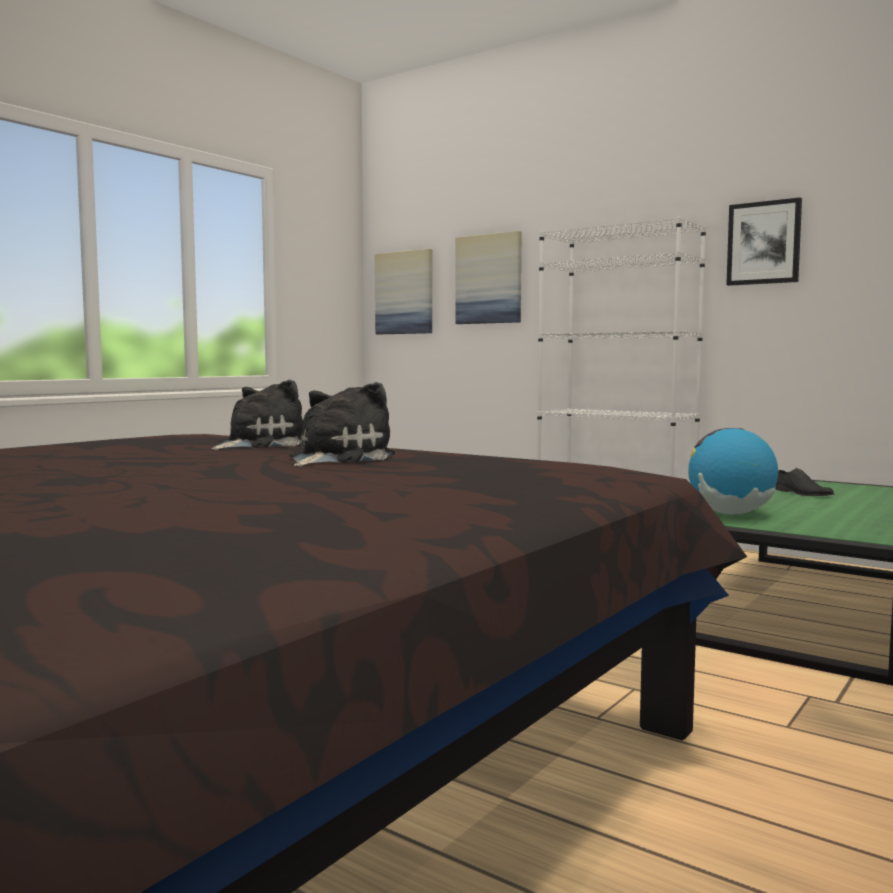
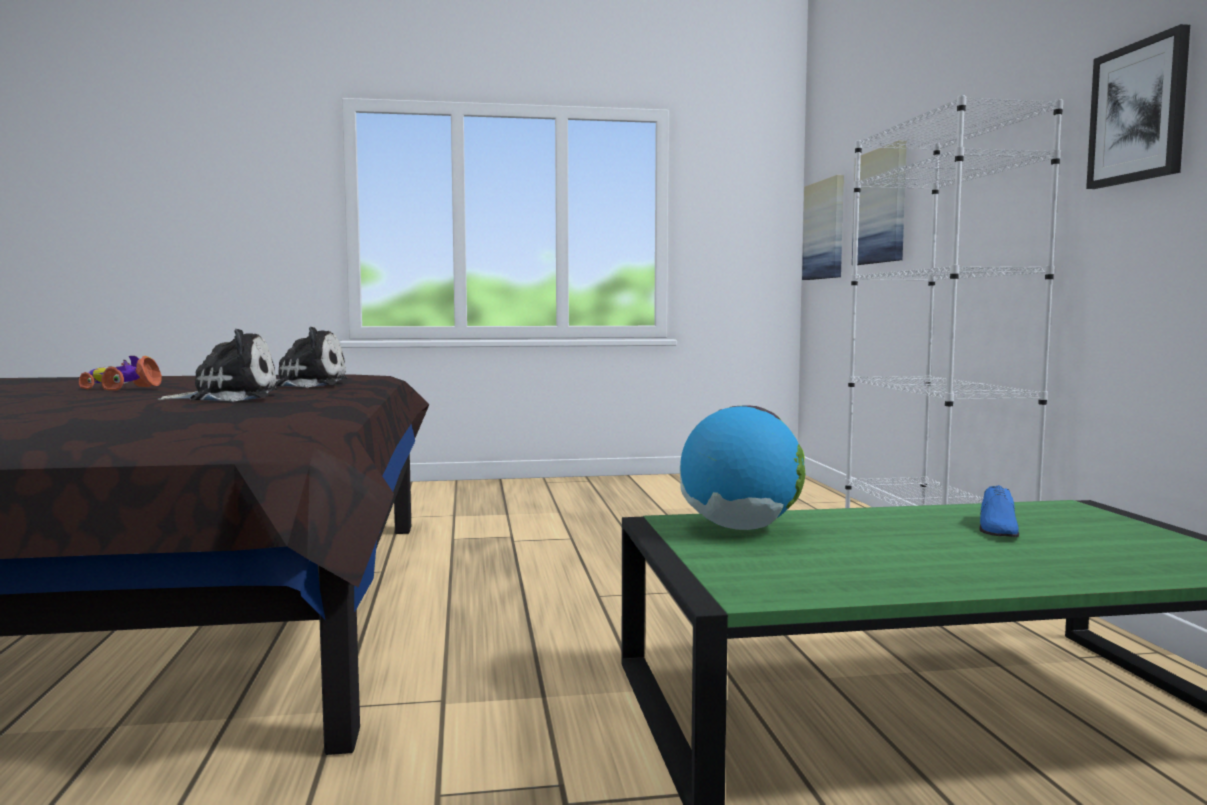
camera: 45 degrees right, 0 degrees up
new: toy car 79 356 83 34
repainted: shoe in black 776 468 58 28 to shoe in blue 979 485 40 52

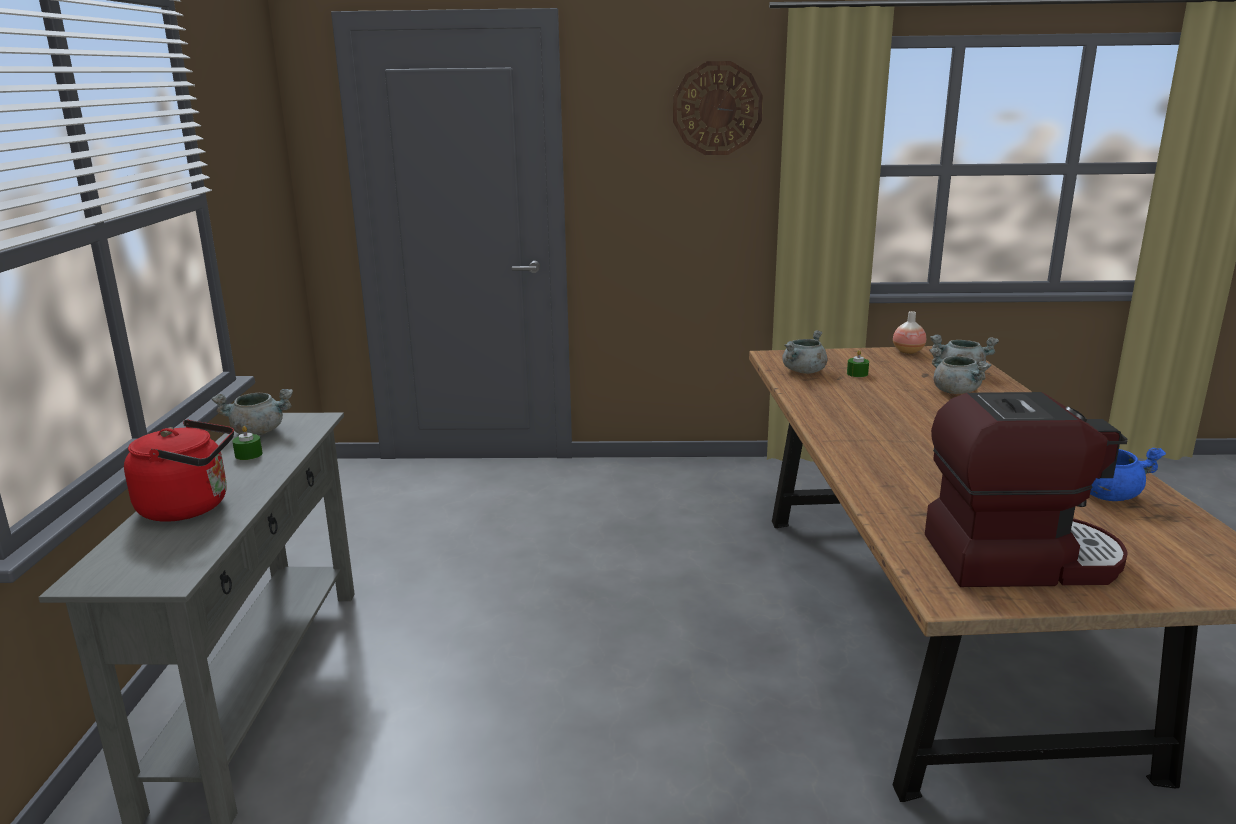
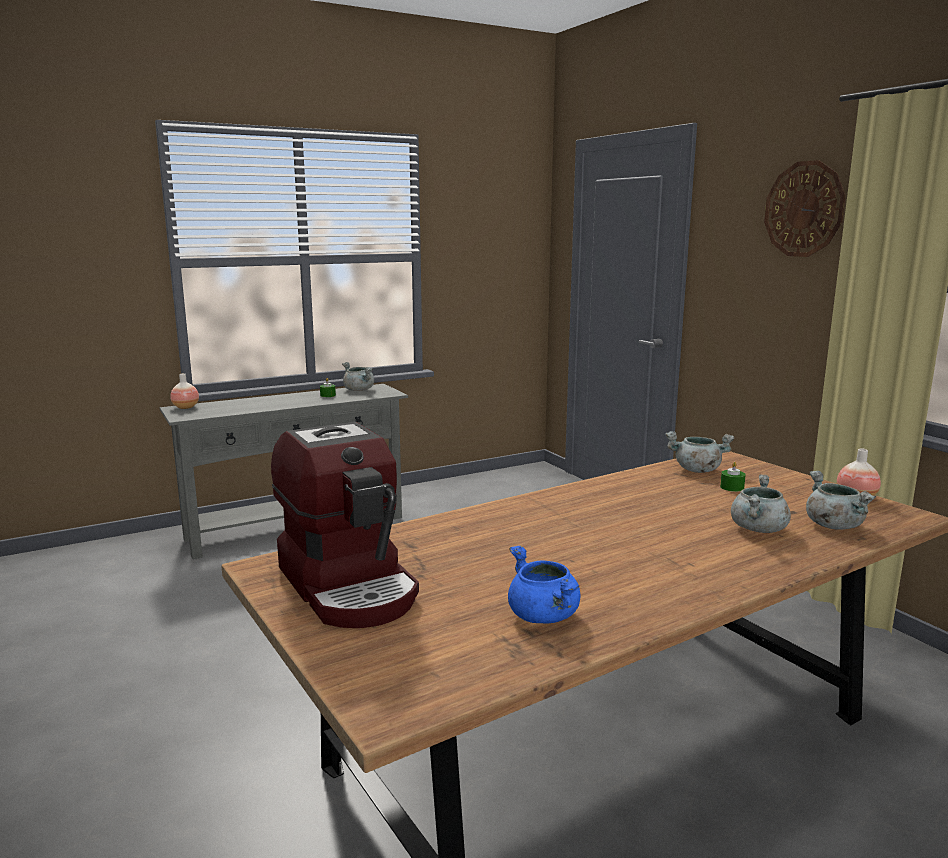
camera: 60 degrees right, 5 degrees down
gone: kettle in red 124 419 110 103
new: vase 170 373 29 36

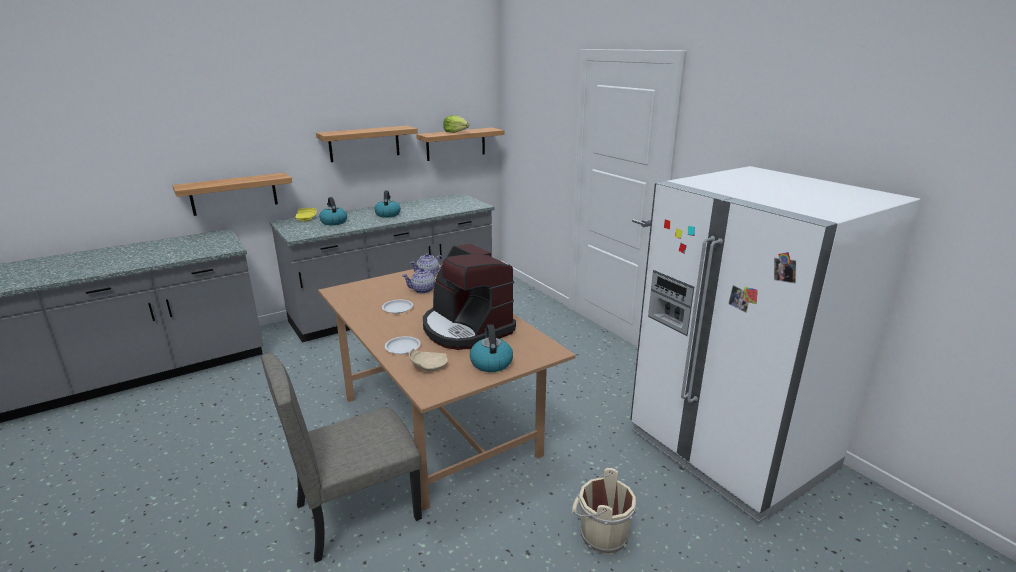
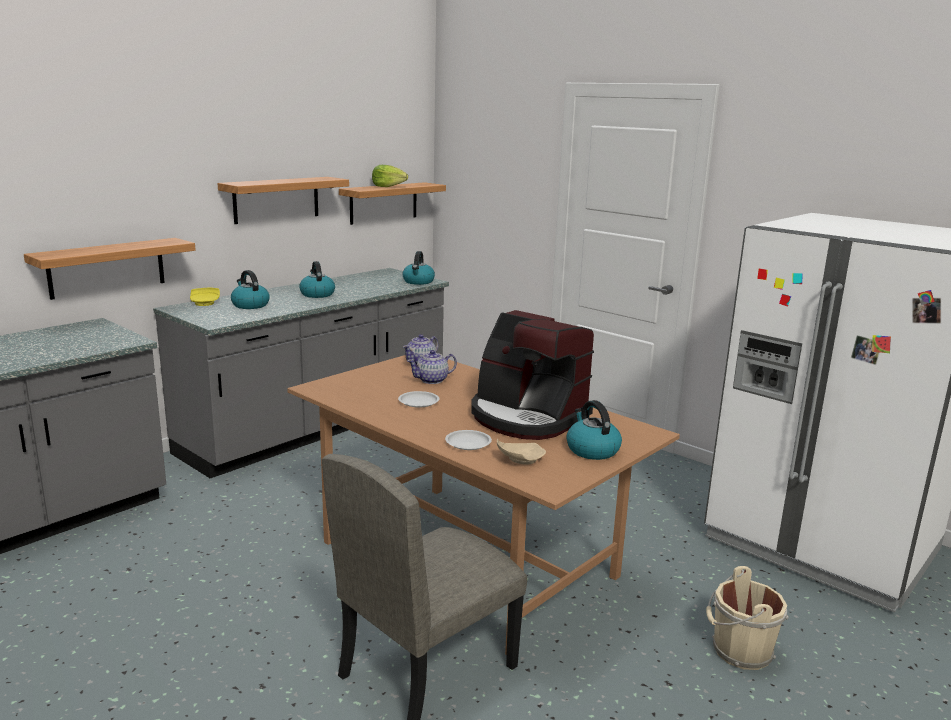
camera: 15 degrees left, 5 degrees down
new: kettle 402 251 33 34

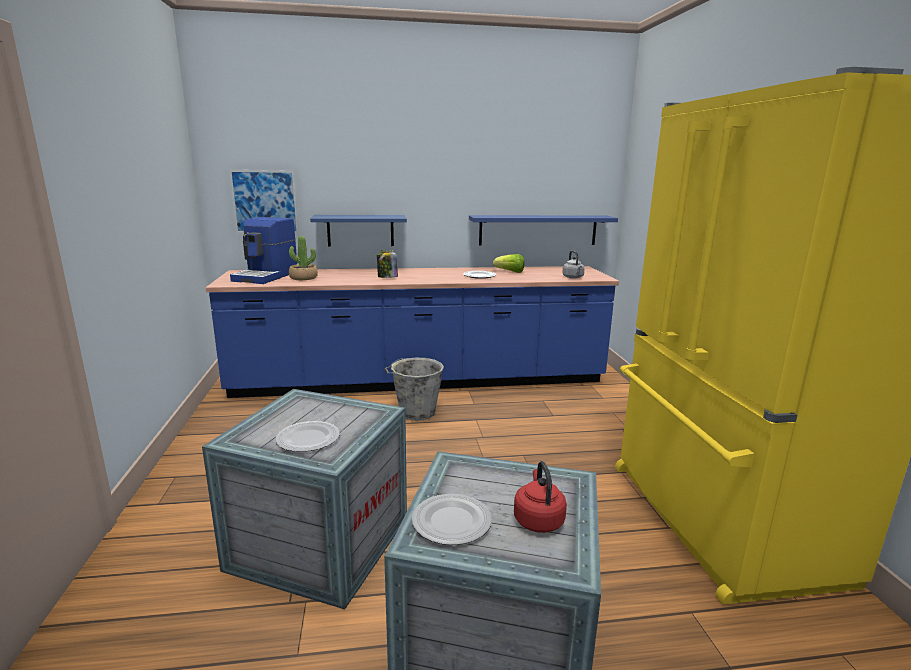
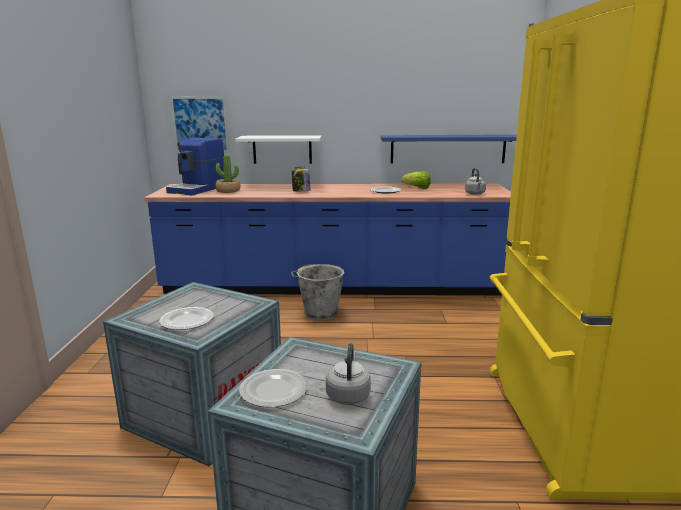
camera: 10 degrees right, 0 degrees up
repainted: shelf in blue 310 215 97 31 to shelf in white 235 135 87 29; kettle in red 514 461 53 72 to kettle in grey 326 343 45 62

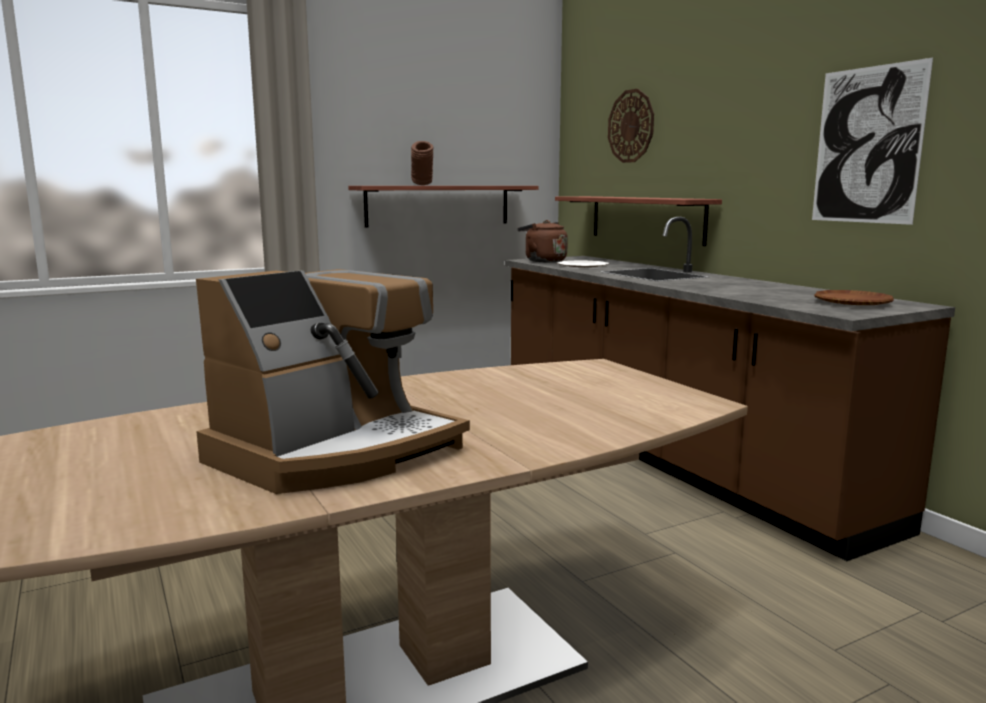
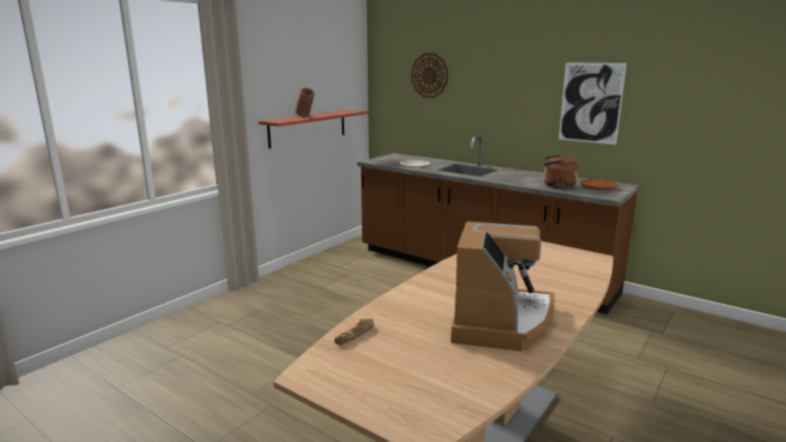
camera: 25 degrees left, 5 degrees up
gone: shelf 555 196 167 50
new: bread 334 319 40 26
shifted: kettle in brown 518 220 50 42 to 543 155 35 34

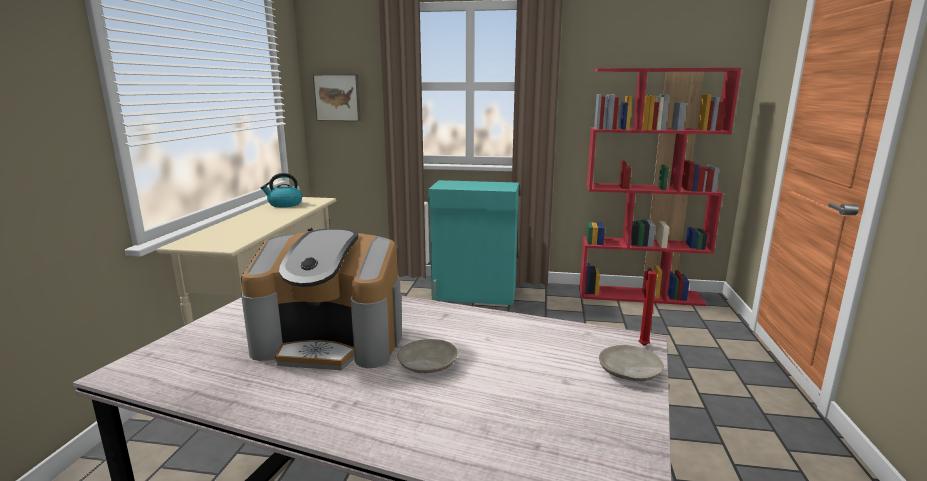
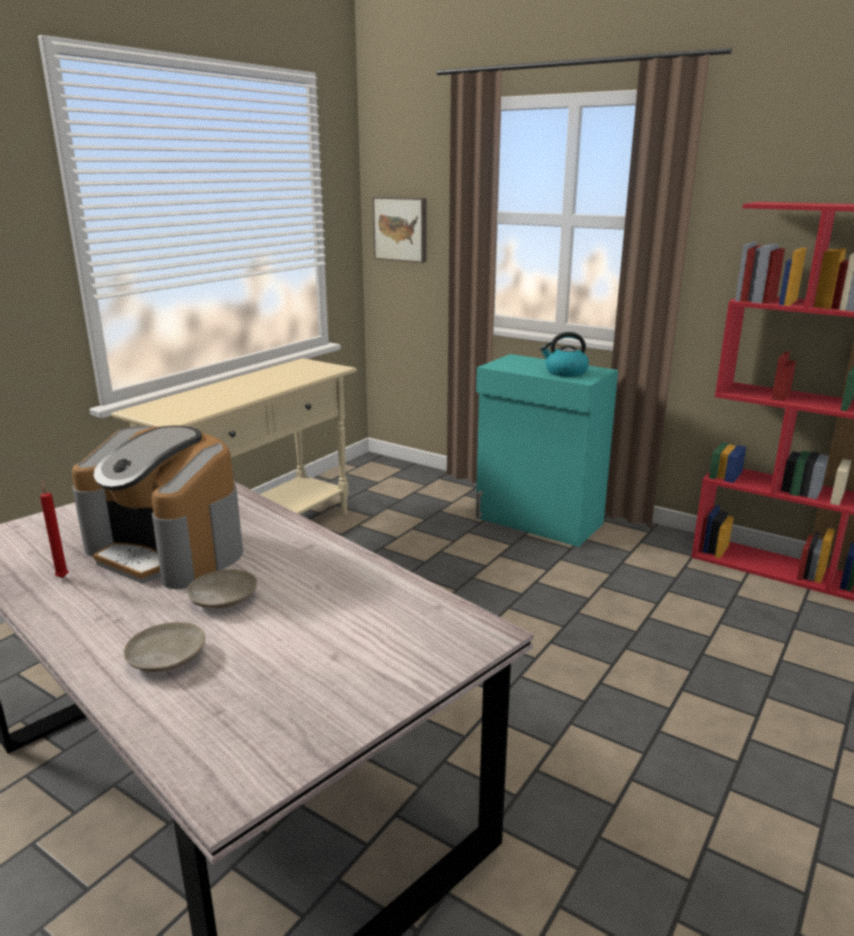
camera: 25 degrees right, 5 degrees up
shifted: kettle 261 173 41 34 to 540 332 49 45; plate in beige 599 345 65 36 to 124 622 81 50; candle in red 639 262 18 84 to 40 481 29 97

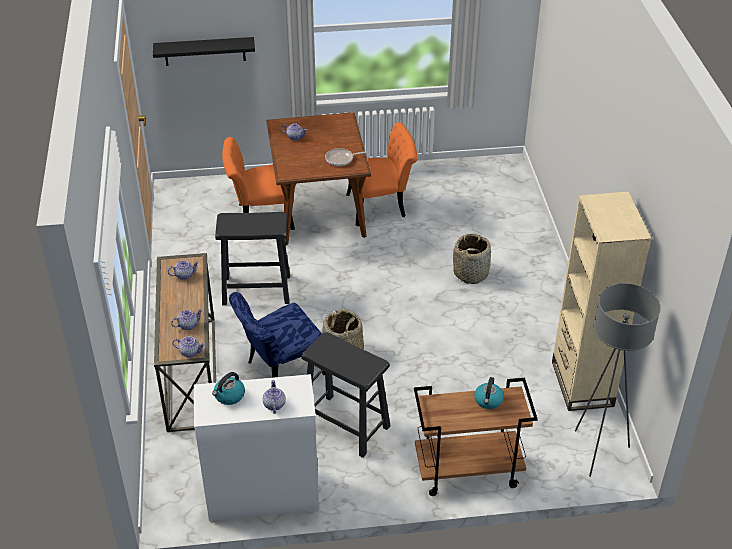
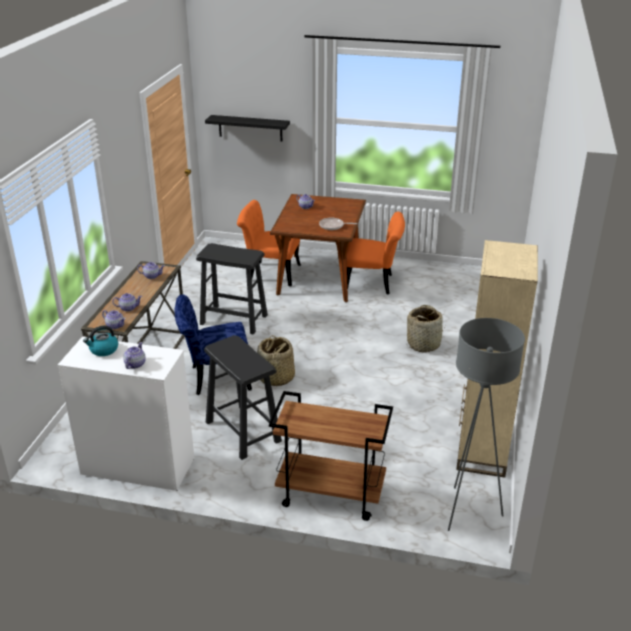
camera: 20 degrees right, 10 degrees down
gone: kettle 474 377 30 32

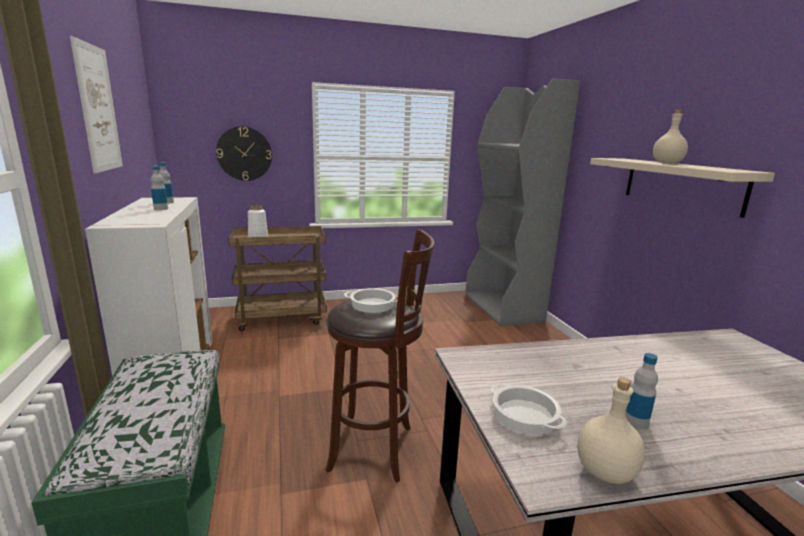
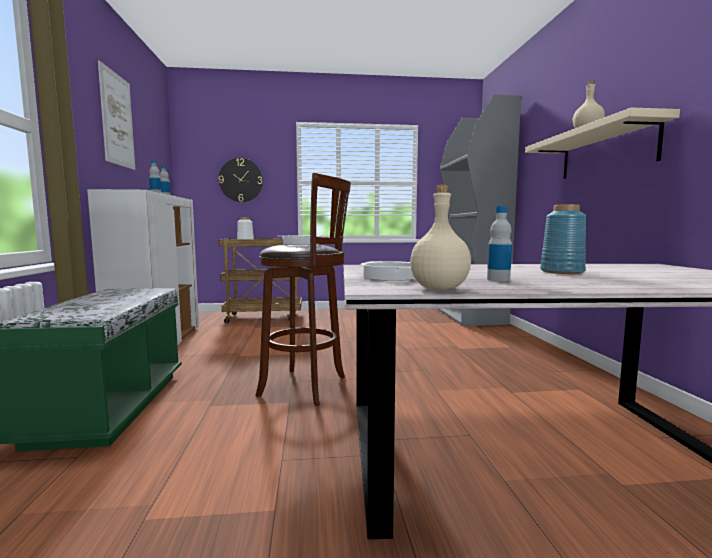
camera: 10 degrees right, 10 degrees down
new: vase in blue 540 204 46 70

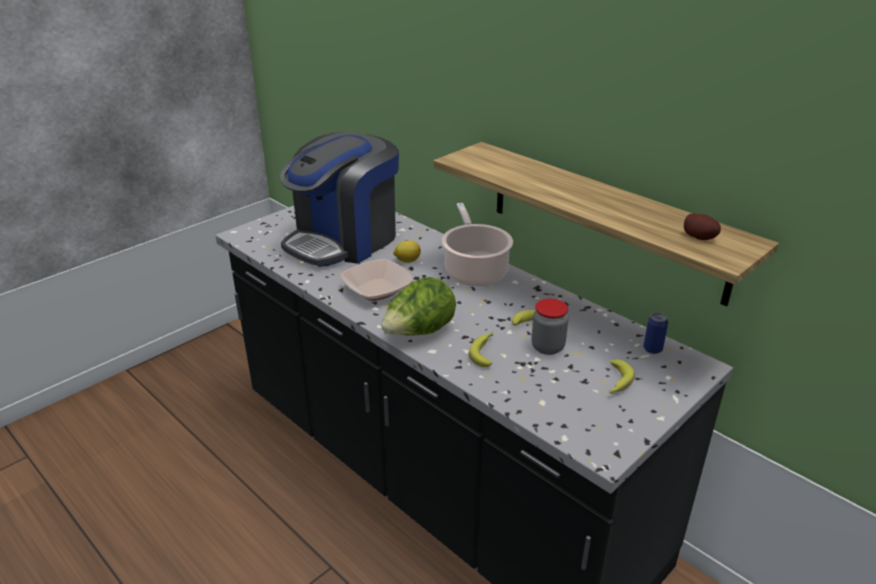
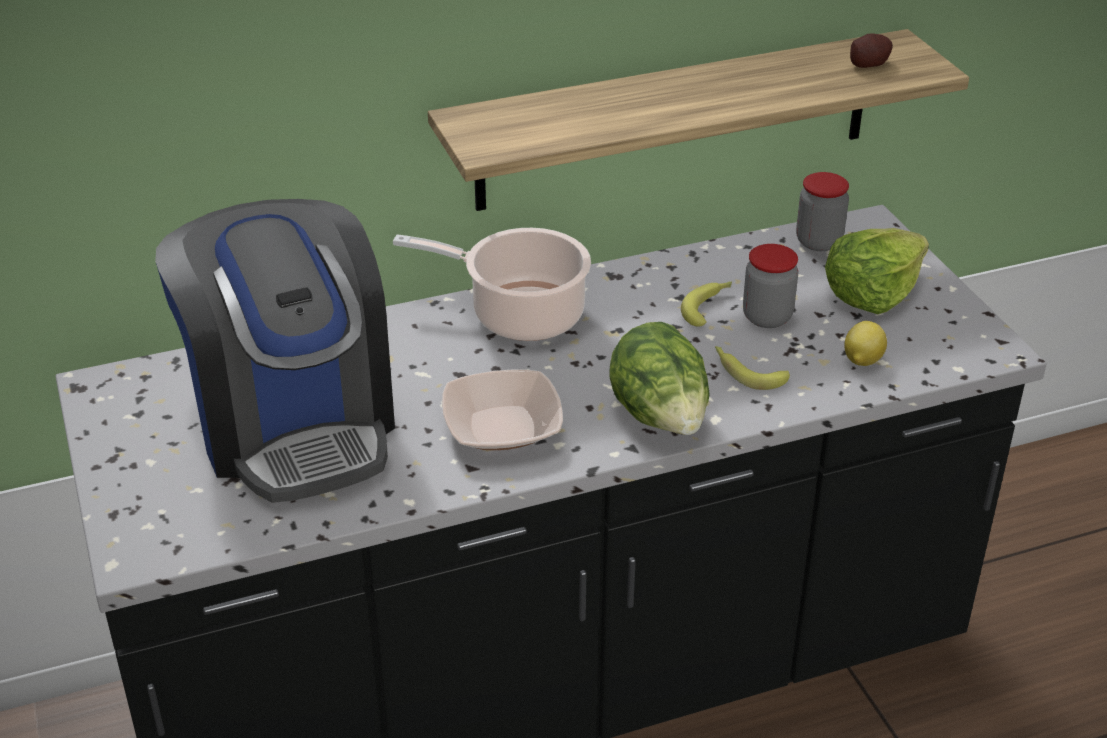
camera: 65 degrees left, 5 degrees up
shifted: lemon 393 240 28 23 to 844 321 43 45
swapped: banana 609 359 26 35 to lettuce 825 228 104 86; can 643 312 25 42 to jar 796 172 53 79

